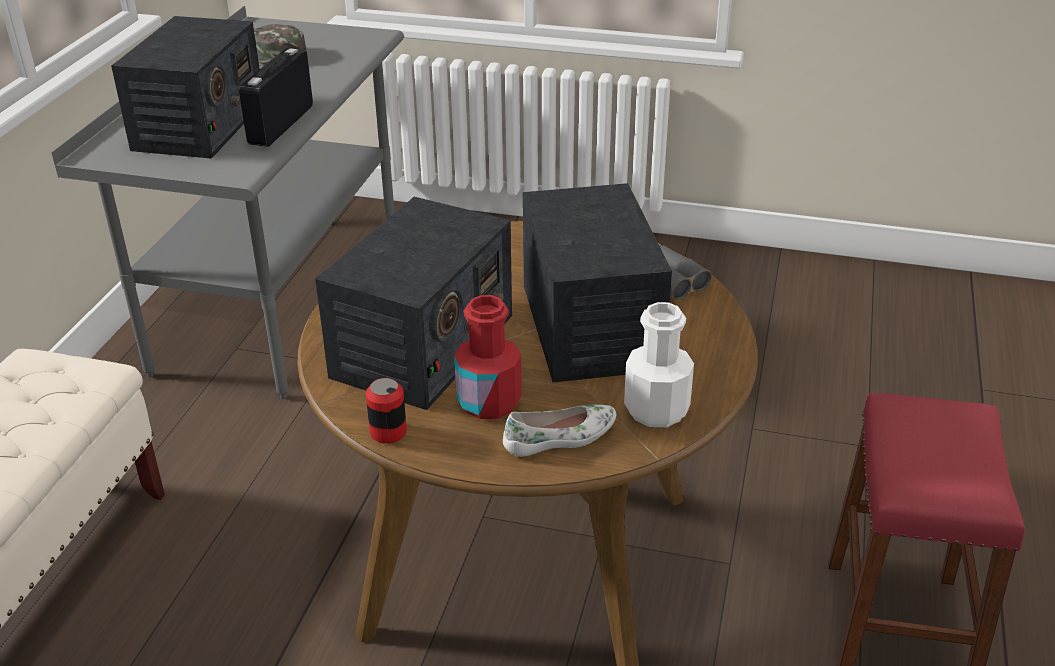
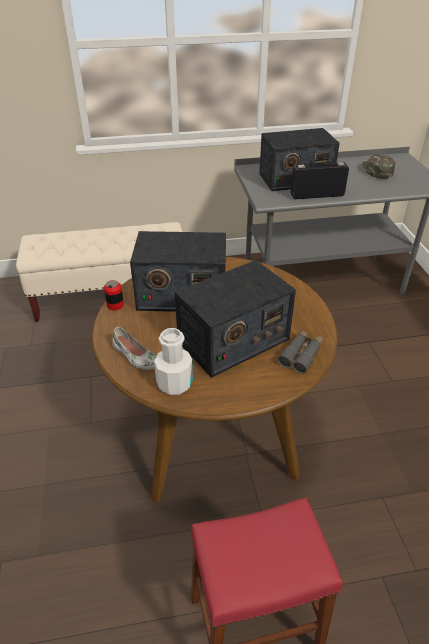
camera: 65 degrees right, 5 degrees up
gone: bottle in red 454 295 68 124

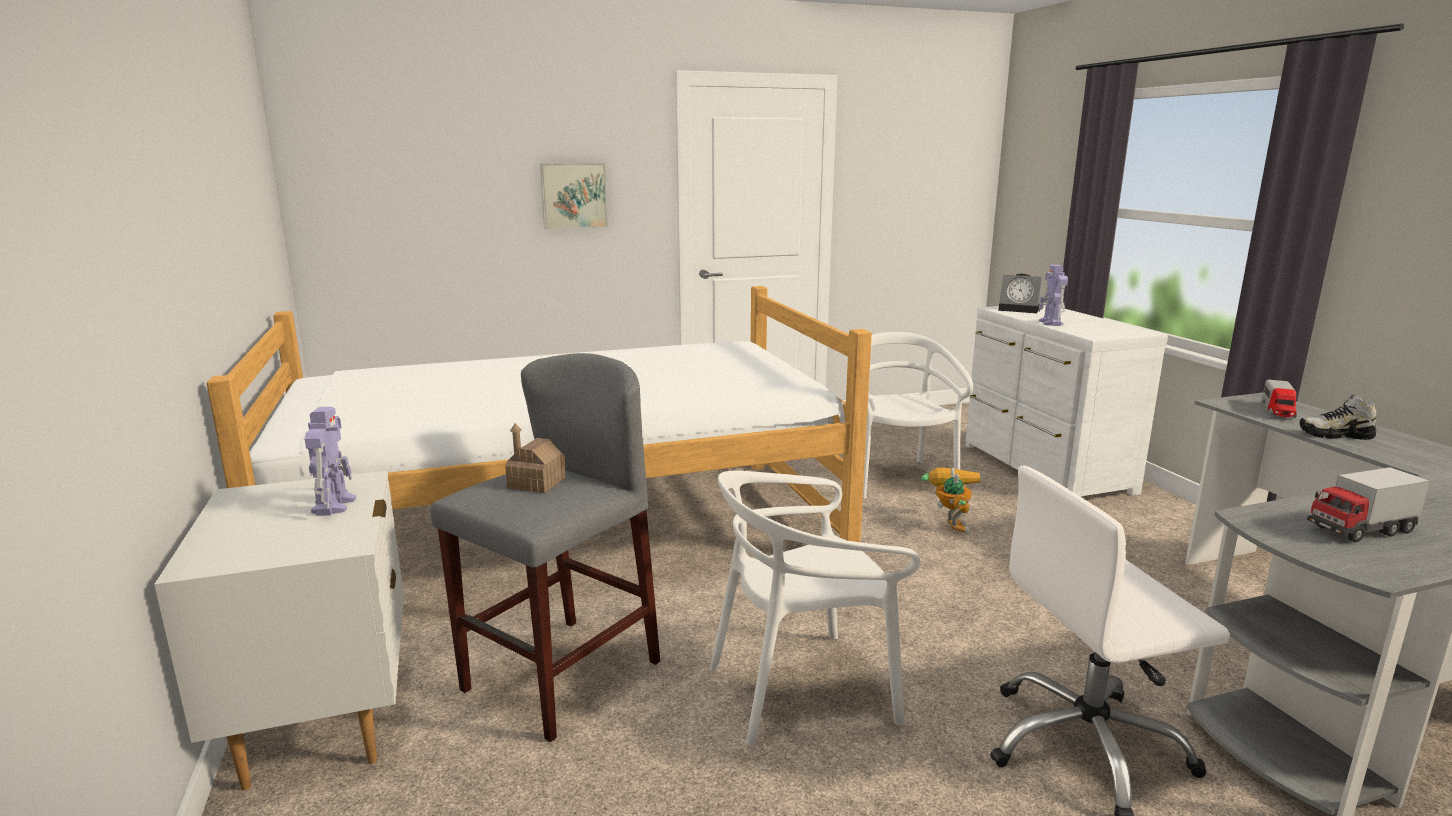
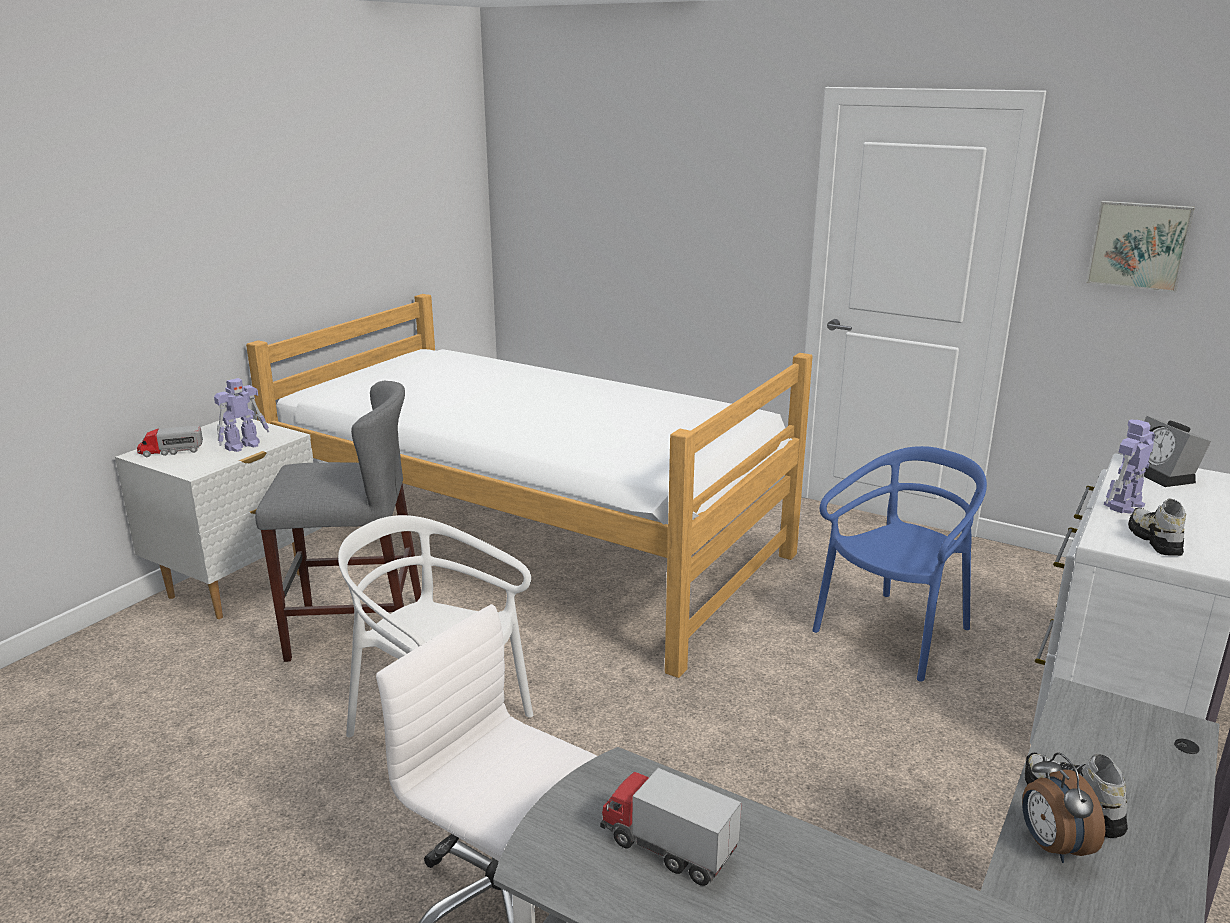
camera: 50 degrees right, 5 degrees up
gone: toy house 505 423 61 70; toy robot 921 467 59 68
new: alarm clock 1022 752 83 111; shoe 1128 499 58 57
shifted: picture 540 163 68 66 to 1086 201 109 91; toy truck 1261 380 36 38 to 137 426 66 31
repainted: chair in white 863 332 110 167 to chair in blue 812 446 175 236

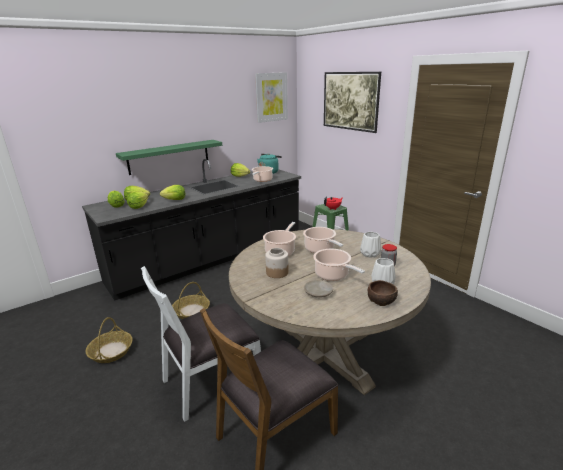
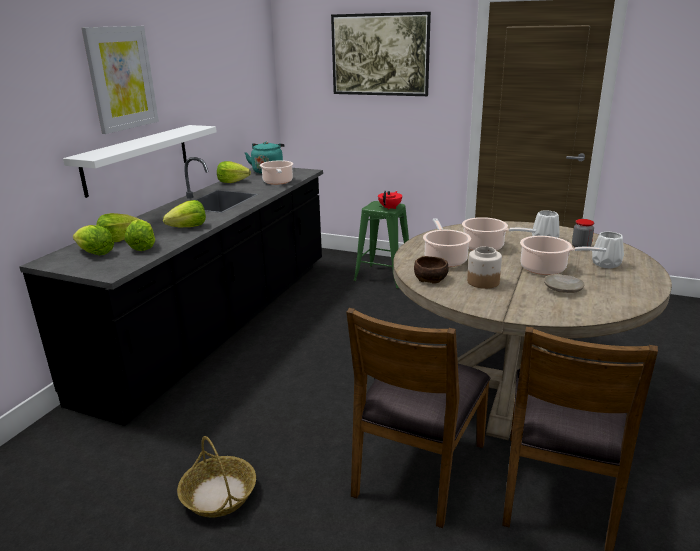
camera: 30 degrees left, 0 degrees up
gone: basket 172 282 38 37
shifted: picture 255 72 33 51 to 82 26 77 108; bowl in brown 368 280 30 26 to 414 256 35 28
repainted: shelf in green 116 140 106 35 to shelf in white 63 125 154 73; chair in white 141 266 120 156 to chair in brown 346 308 144 220

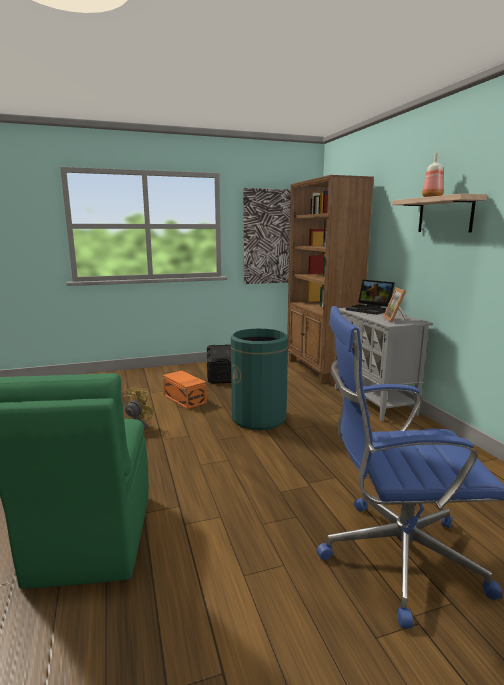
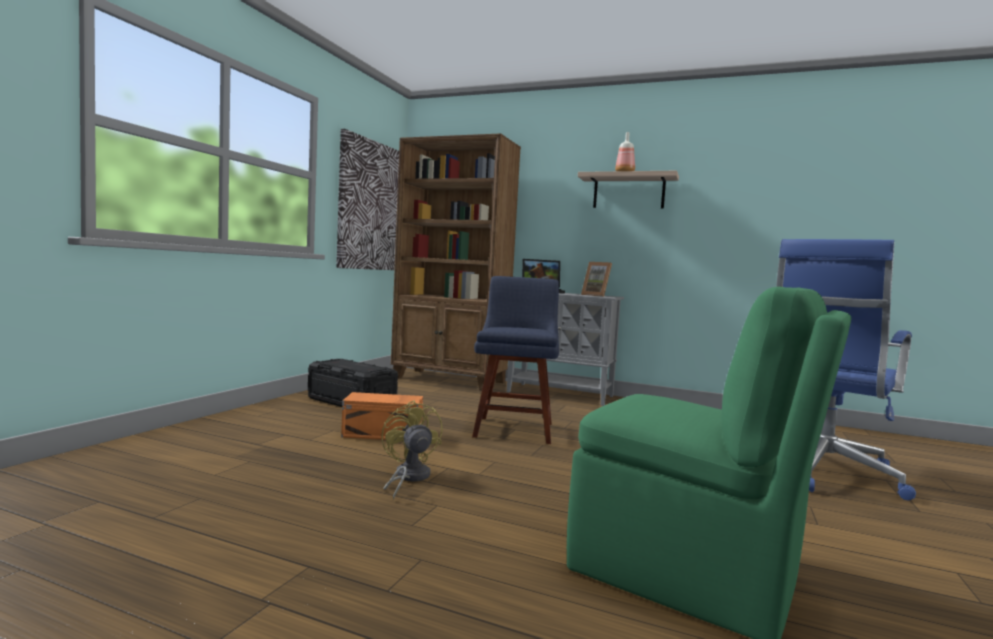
camera: 50 degrees left, 10 degrees down
swapped: trash can in green 231 329 57 101 to chair in blue 472 276 87 168

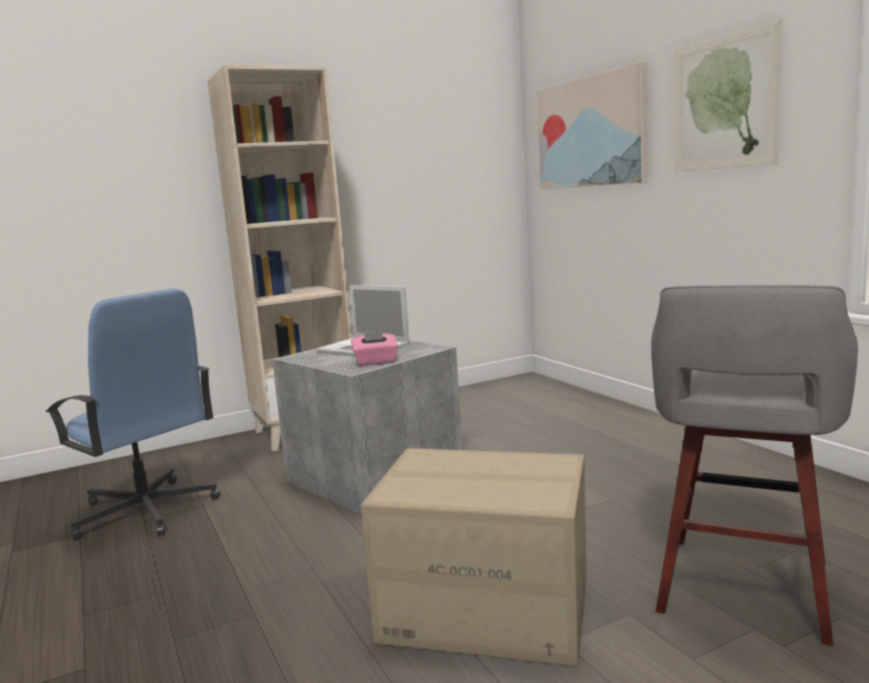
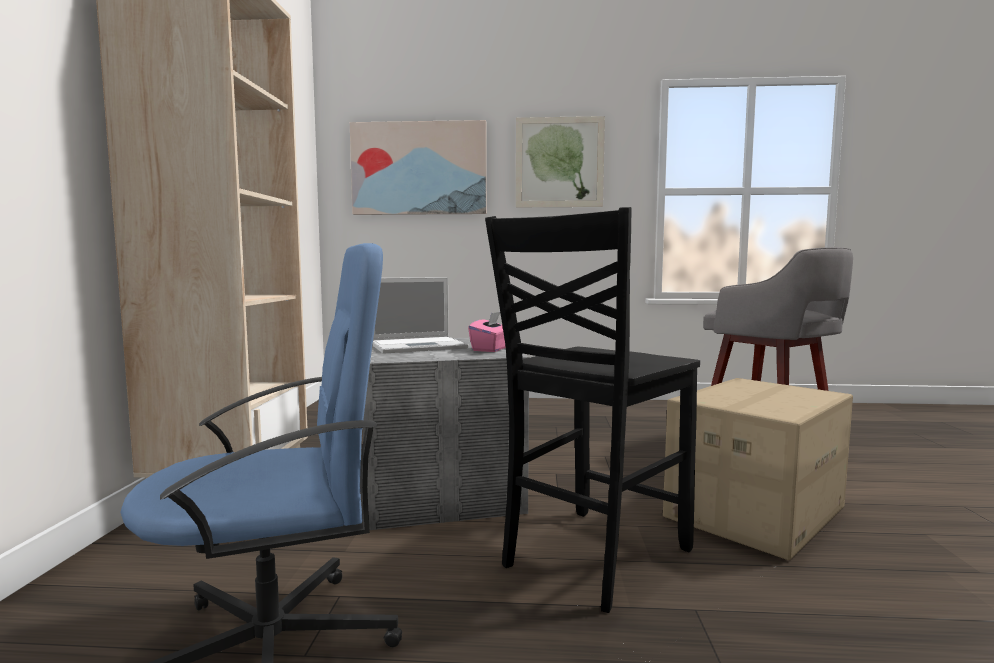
camera: 60 degrees left, 5 degrees down
new: chair in black 485 207 215 406

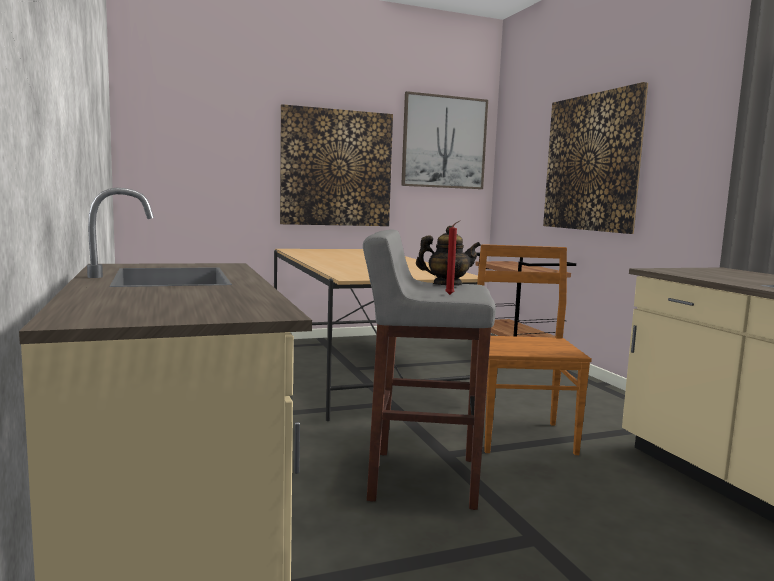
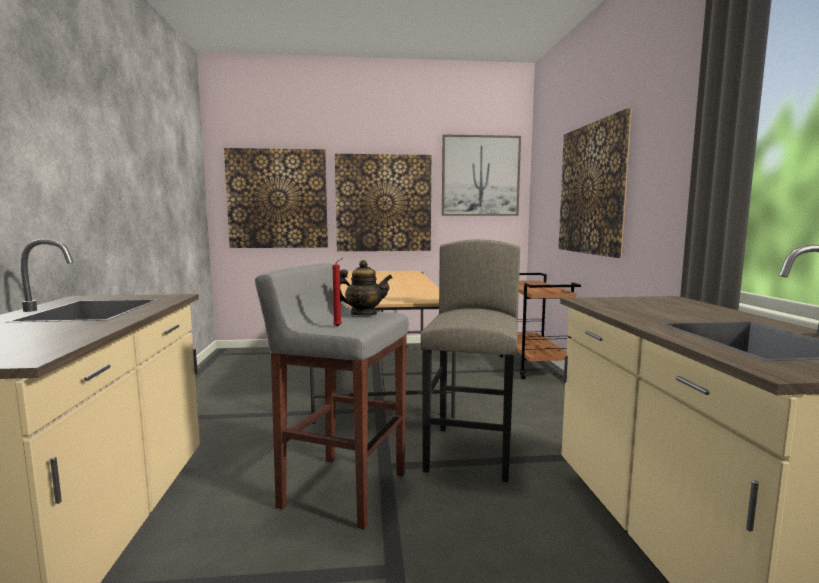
camera: 15 degrees right, 0 degrees up
new: picture 224 148 104 100
swapped: chair in brown 477 244 115 211 to stool in grey 421 239 99 243

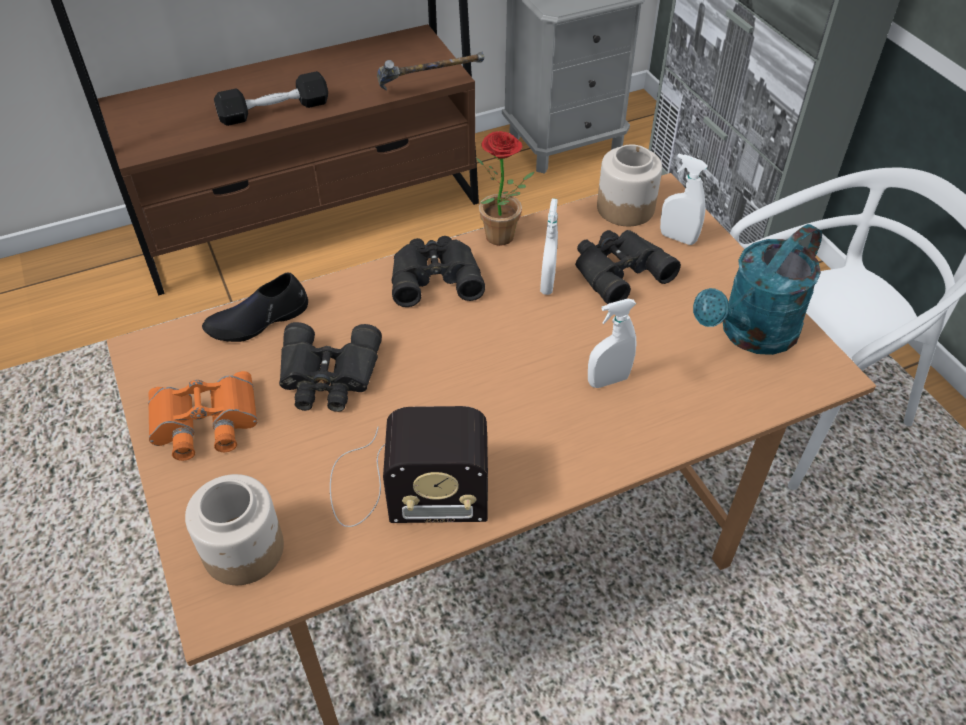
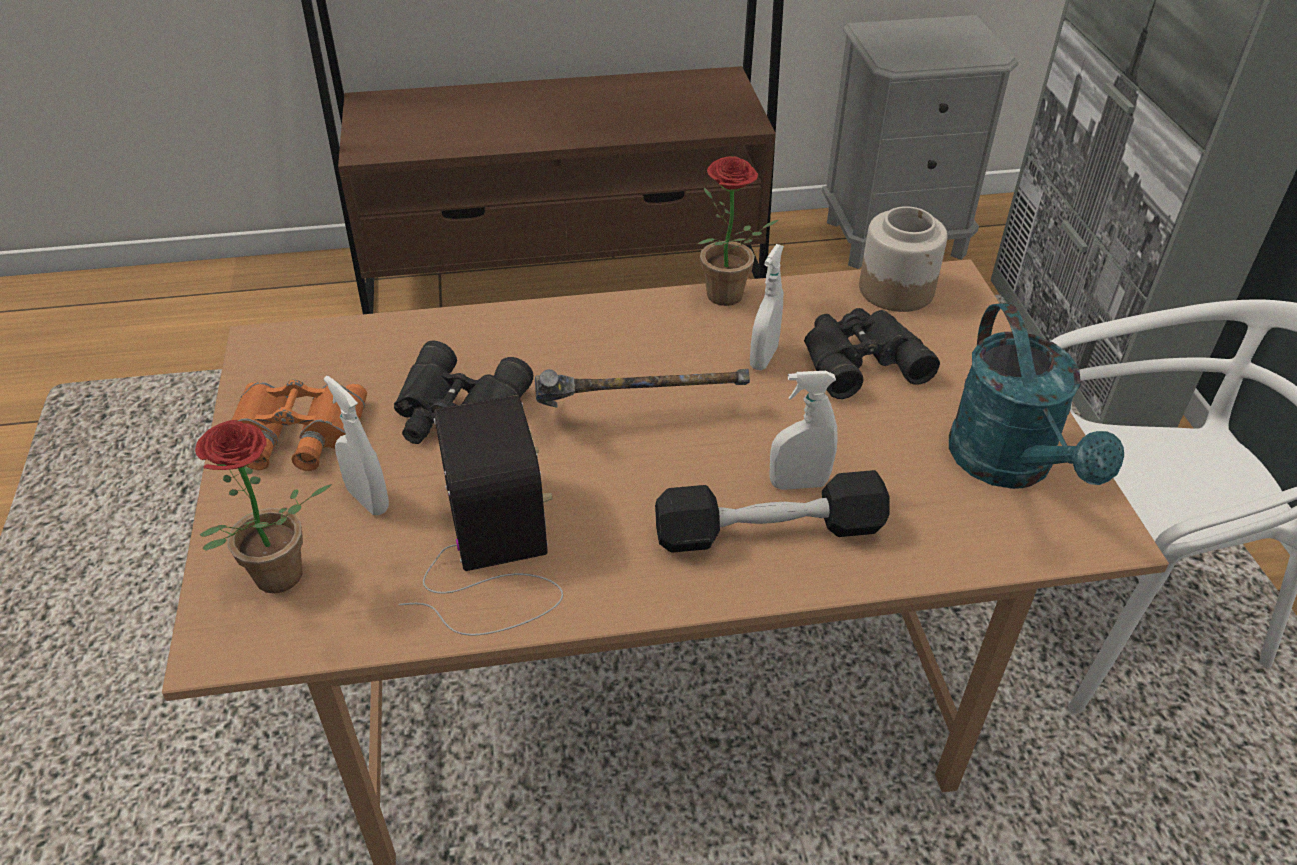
camera: 15 degrees right, 5 degrees down
gone: shoe in black 202 273 106 69; binoculars in black 391 236 94 71
shifted: dumbbell in black 214 71 114 55 to 655 470 235 83; hammer 377 52 107 38 to 535 369 215 39; spray bottle in white 660 154 48 91 to 324 376 65 139
swapped: jar 185 474 99 111 to potted plant 195 420 137 173
rotated: radio 330 406 158 121 = 398 395 165 241 120 degrees counterclockwise; watering can in turquoise 693 224 129 131 = 949 303 175 186 75 degrees counterclockwise

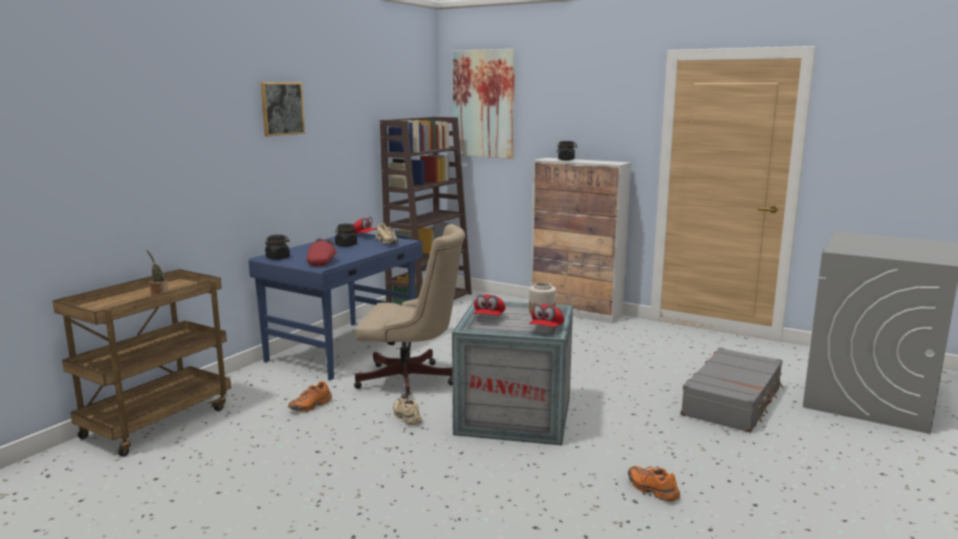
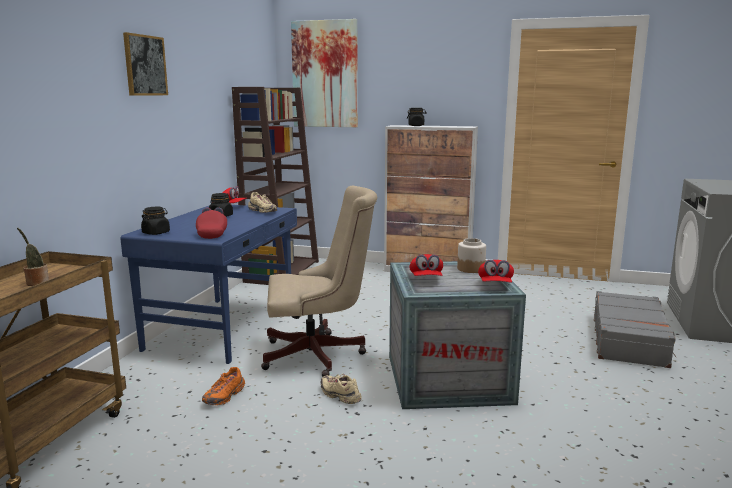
camera: 15 degrees left, 0 degrees up
gone: shoe in orange 628 466 52 36

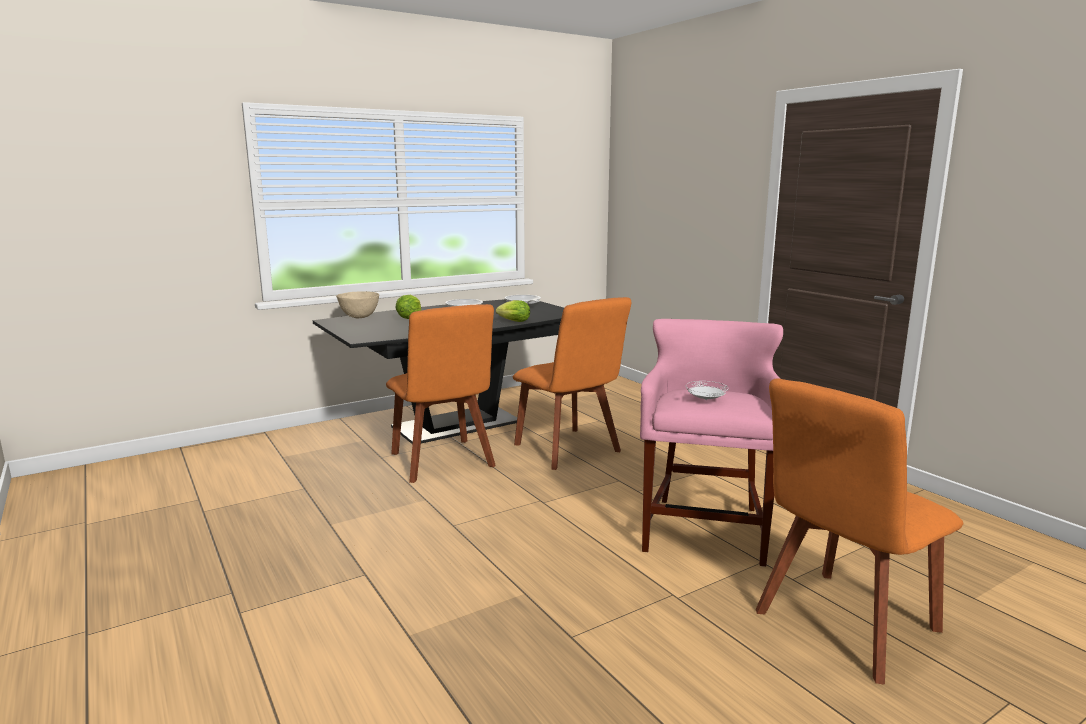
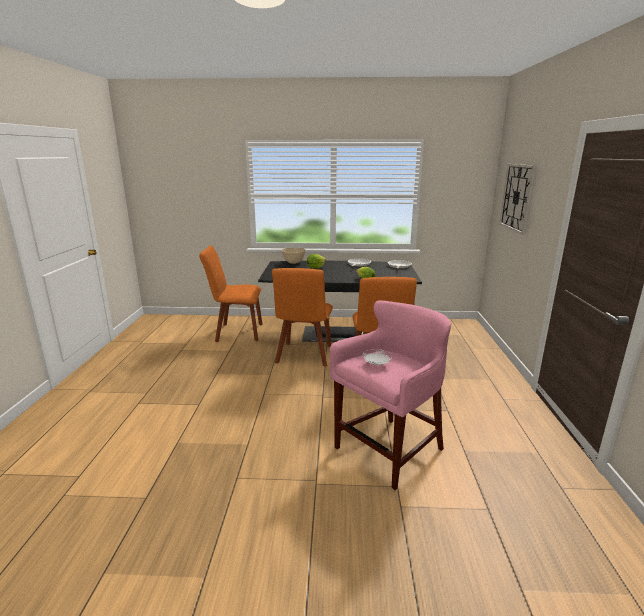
camera: 35 degrees right, 5 degrees up
new: wall clock 499 164 37 71
shifted: chair in orange 756 378 207 307 to 199 245 64 97

